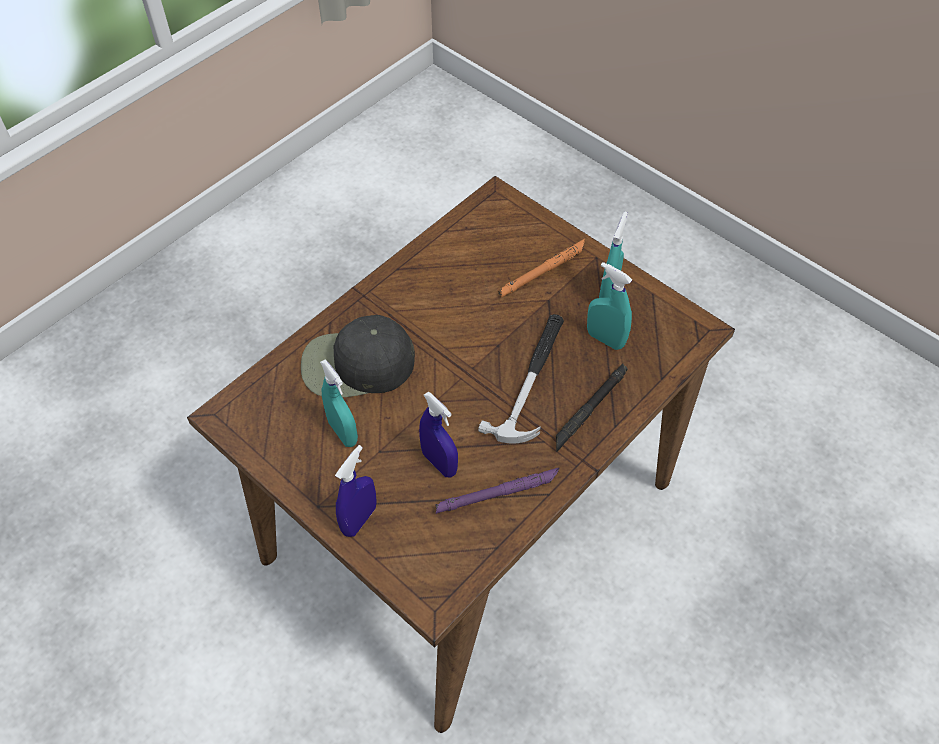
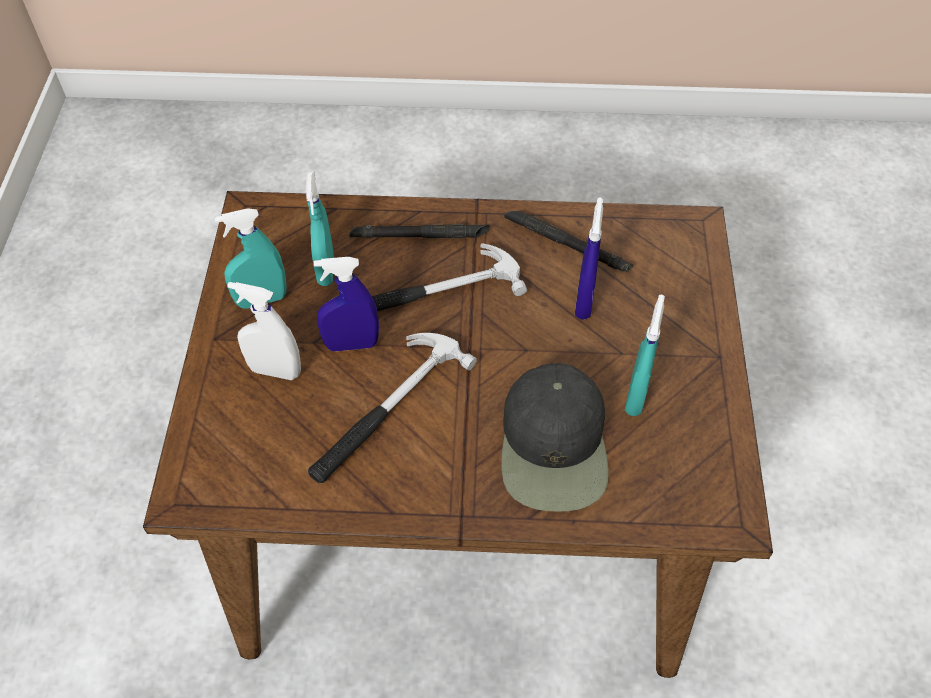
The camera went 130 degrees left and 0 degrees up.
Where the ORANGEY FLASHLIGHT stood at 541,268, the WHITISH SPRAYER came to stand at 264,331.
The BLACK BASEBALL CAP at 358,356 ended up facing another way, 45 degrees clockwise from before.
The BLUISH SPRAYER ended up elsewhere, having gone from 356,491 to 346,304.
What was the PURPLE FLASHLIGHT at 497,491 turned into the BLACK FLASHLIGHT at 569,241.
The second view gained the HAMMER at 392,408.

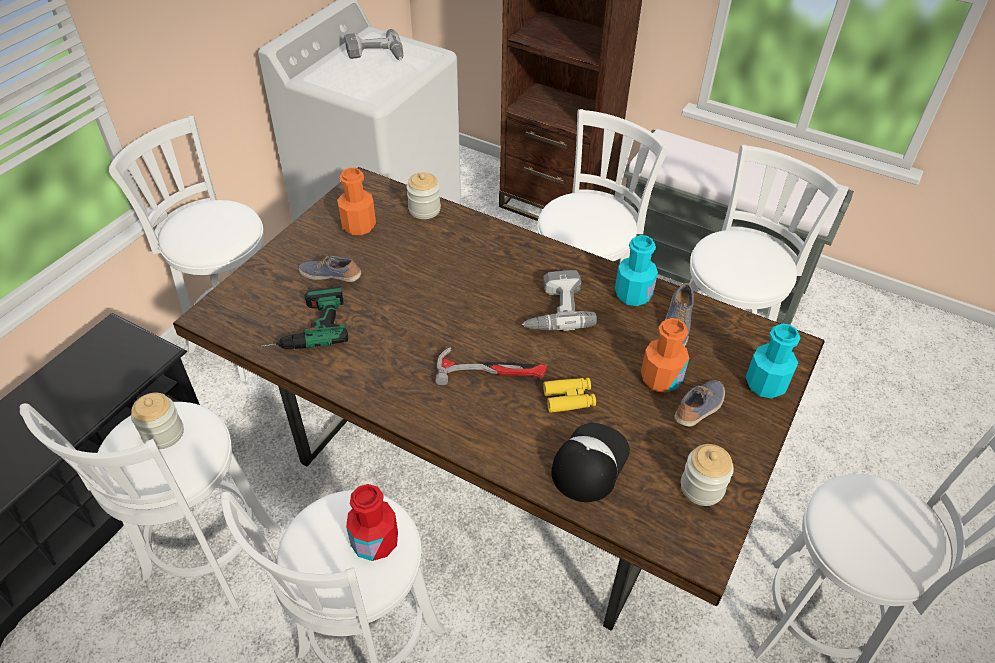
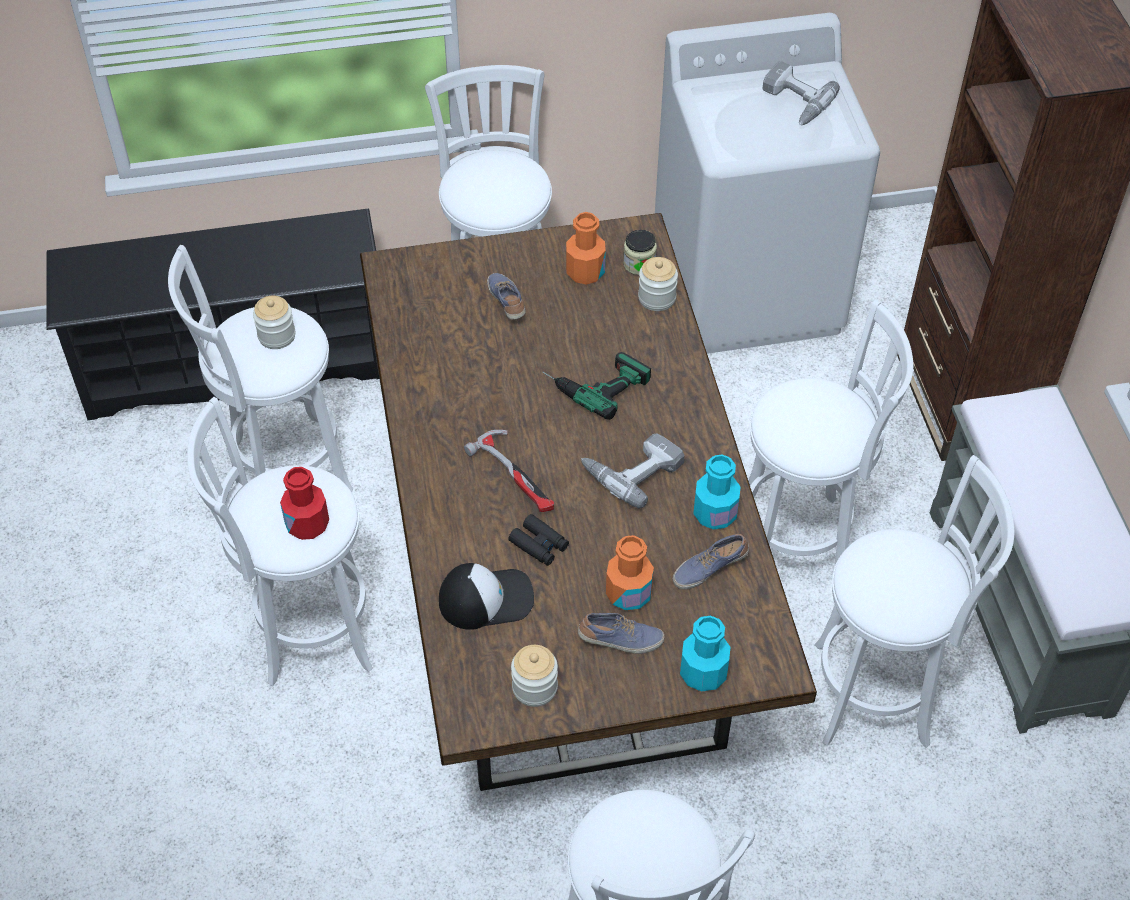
The camera went 50 degrees right and 5 degrees up.
The ELECTRIC DRILL ended up elsewhere, having gone from 304,318 to 597,386.
What was the YELLOWISH FIELD GLASSES at 569,395 turned into the BLACK FIELD GLASSES at 538,540.
The second view gained the STORAGE JAR at 640,252.

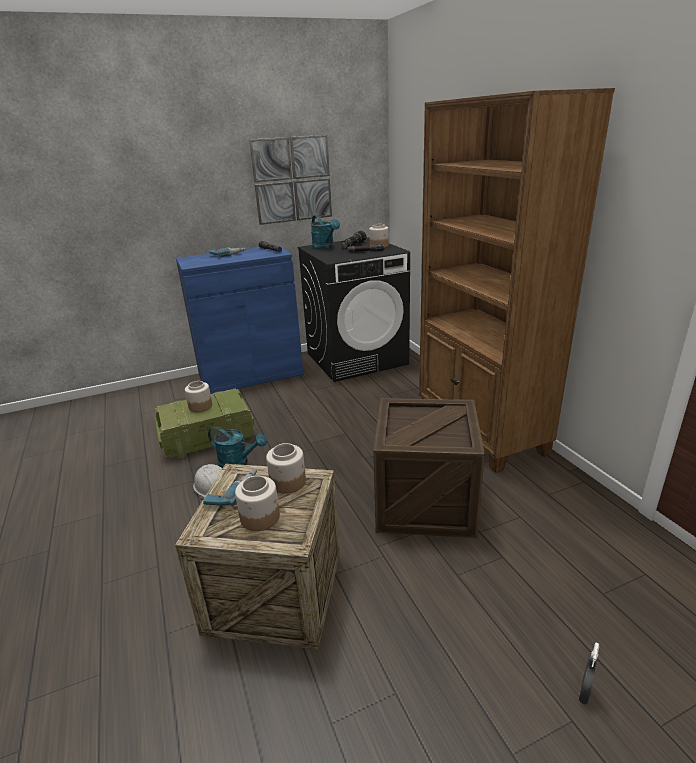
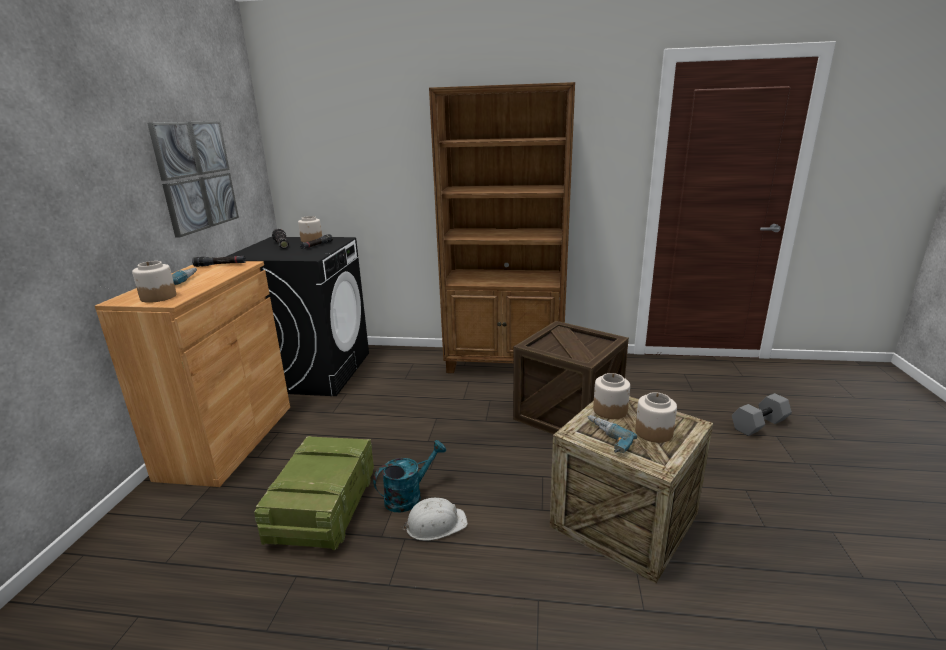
The camera went 60 degrees left and 5 degrees down.
The second view lost the TURQUOISE-COLOURED WATERING POT at 325,232.
What was the BLUISH CUPBOARD at 239,319 turned into the BROWNISH CUPBOARD at 192,374.
The STORAGE JAR ended up elsewhere, having gone from 198,396 to 154,282.
Where the GREY SPRAYER stood at 589,673, the GREY HAND WEIGHT came to stand at 762,414.

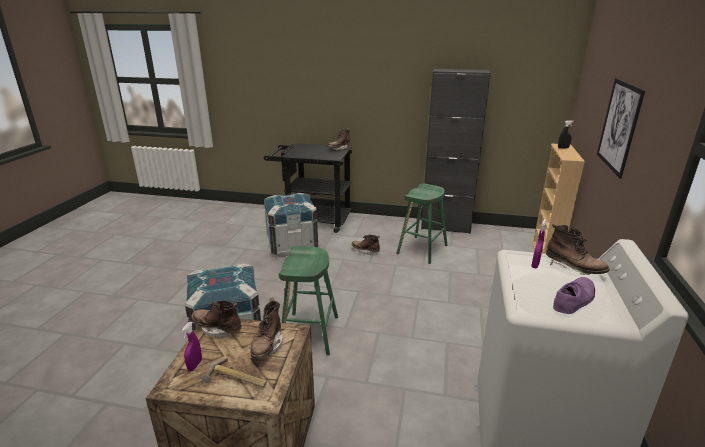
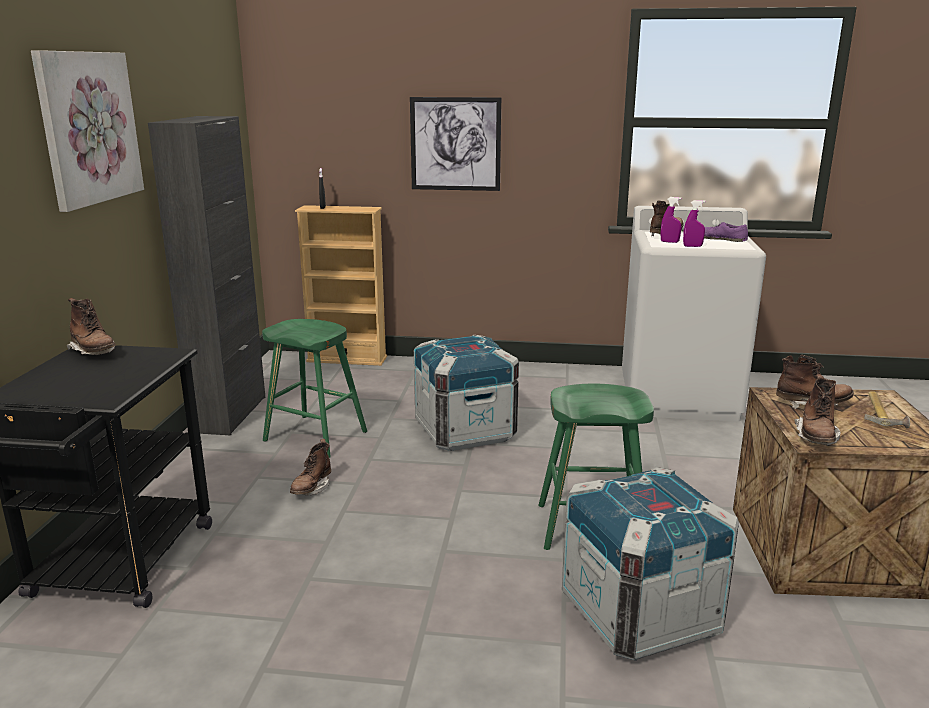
The camera went 95 degrees left and 5 degrees down.
The SHIPPING CRATE ended up elsewhere, having gone from 291,224 to 466,393.
The PURPLE SPRAYER ended up elsewhere, having gone from 191,346 to 694,223.
The second view gained the WALL PICTURE at 87,131.

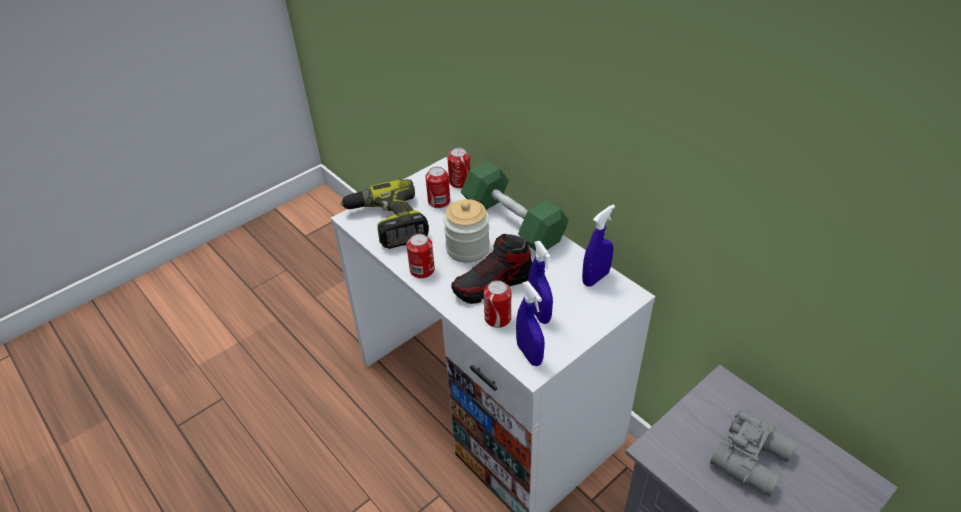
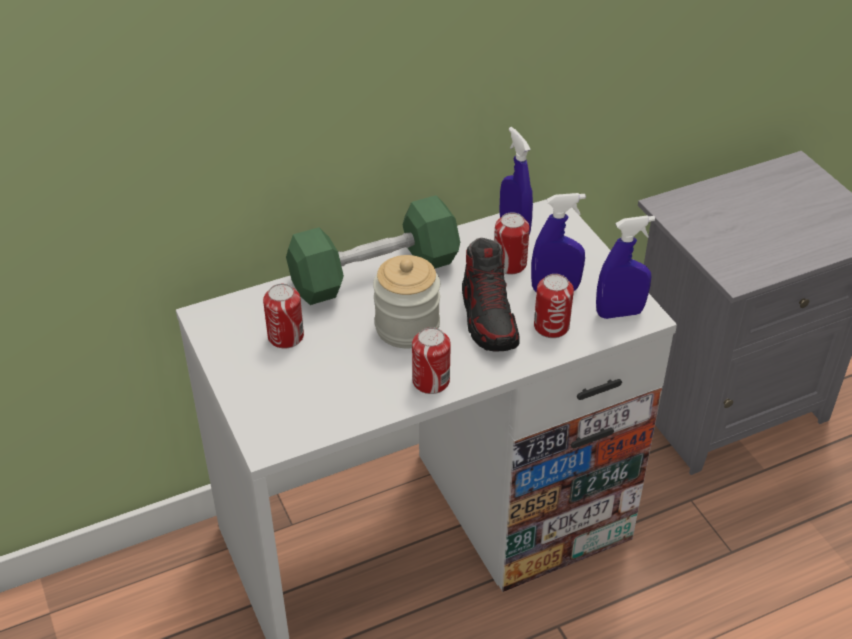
The camera went 75 degrees left and 0 degrees up.
The SEALED CAN ended up elsewhere, having gone from 458,168 to 512,244.
The second view lost the ELECTRIC DRILL at 384,214.
The second view lost the GREY FIELD GLASSES at 754,453.

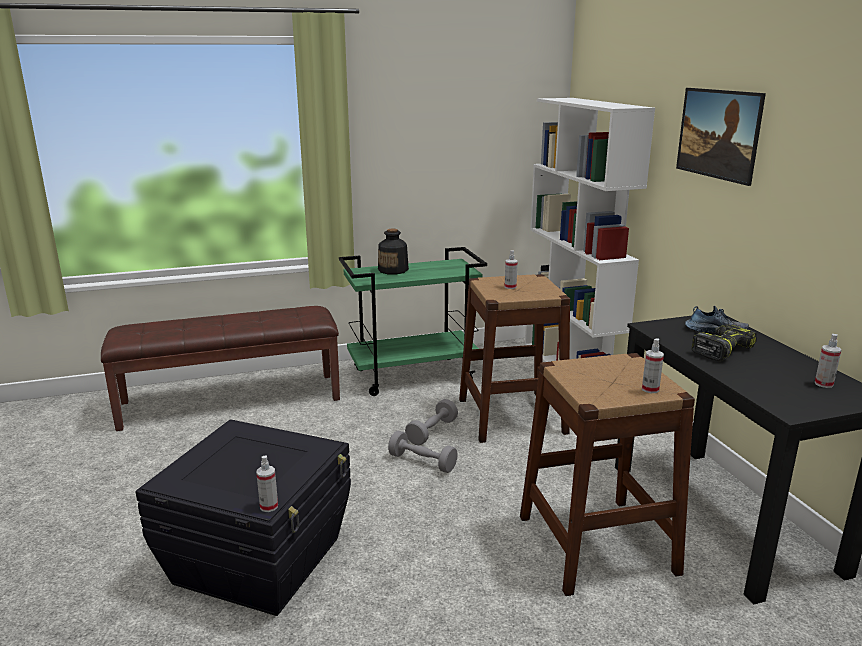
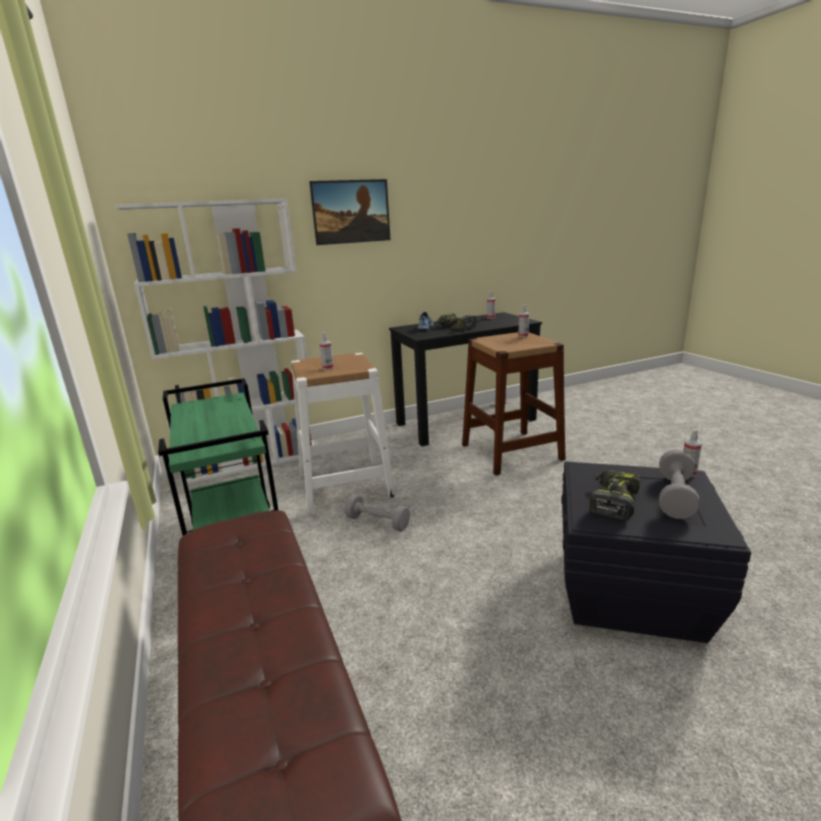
The camera went 95 degrees left and 0 degrees up.
The second view lost the BOTTLE at 393,251.
What was the BROWNISH STOOL SEAT at 514,358 turned into the WHITISH STOOL SEAT at 343,433.
The GREY HAND WEIGHT ended up elsewhere, having gone from 423,451 to 679,484.
The second view gained the ELECTRIC DRILL at 614,495.

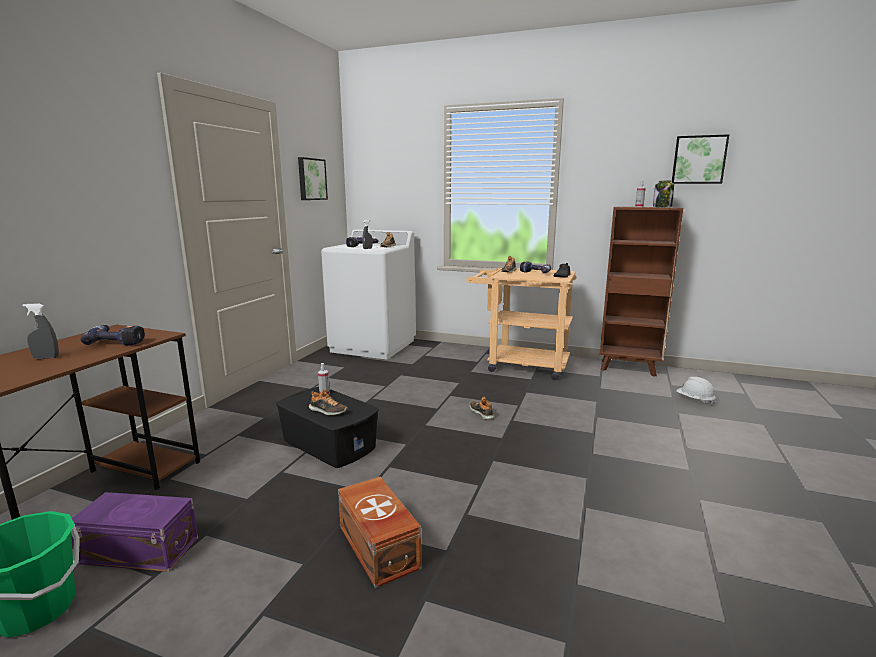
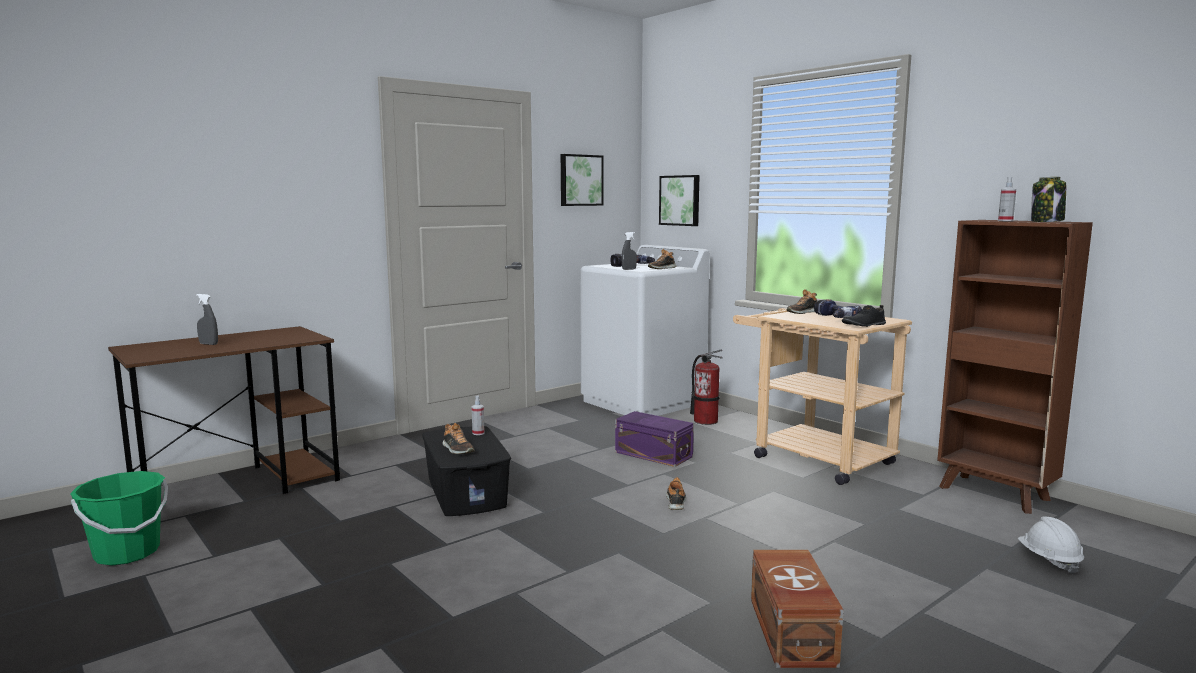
The camera went 30 degrees right and 5 degrees down.
The WALL PICTURE ended up elsewhere, having gone from 700,159 to 679,200.
The second view lost the ELECTRIC DRILL at 112,335.
The BROWNISH STORAGE BOX ended up elsewhere, having gone from 380,532 to 797,609.
The PURPLE STORAGE BOX ended up elsewhere, having gone from 134,532 to 654,439.
The second view gained the EXTINGUISHER at 706,387.

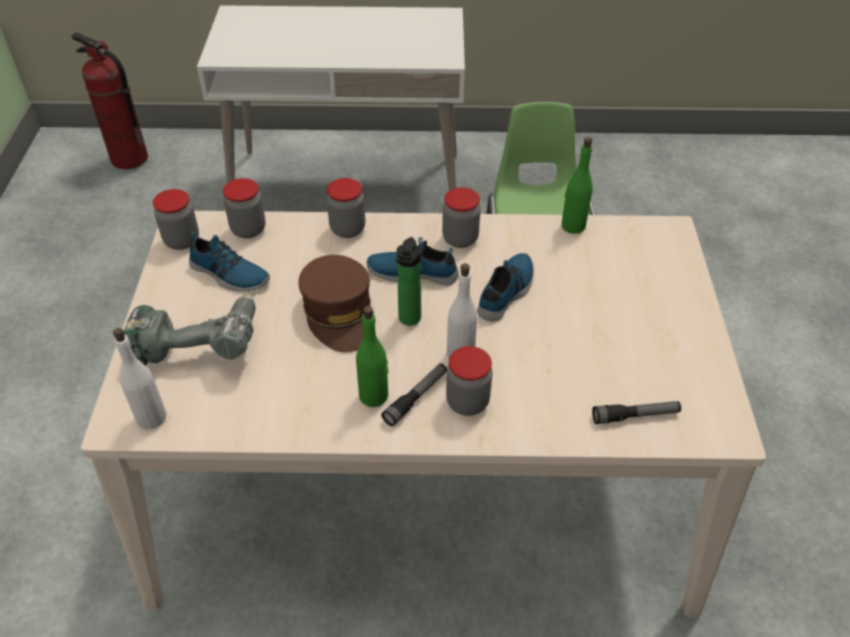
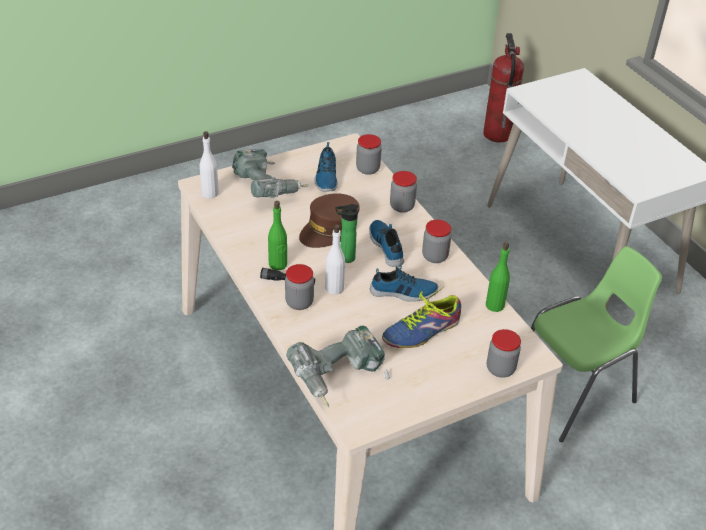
The camera went 60 degrees right and 5 degrees down.
The STORAGE JAR ended up elsewhere, having gone from 176,219 to 504,353.
Where the FLASHLIGHT stood at 636,412, the ELECTRIC DRILL came to stand at 338,367.
The second view gained the SHOE at 421,317.

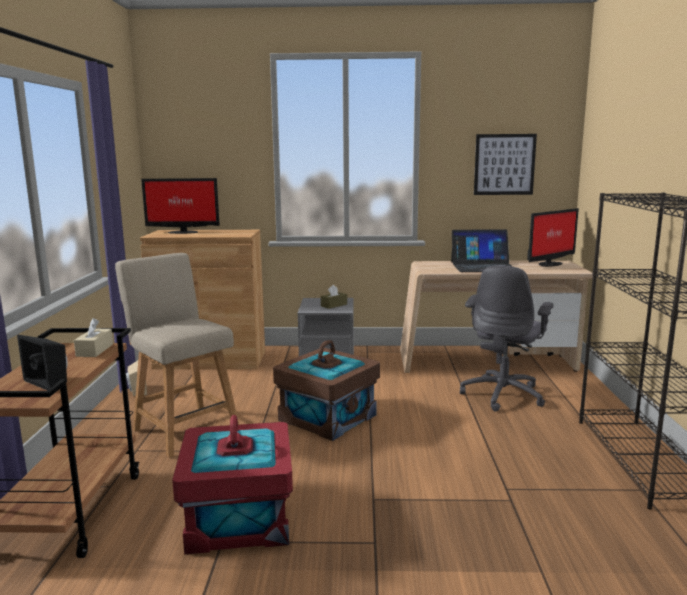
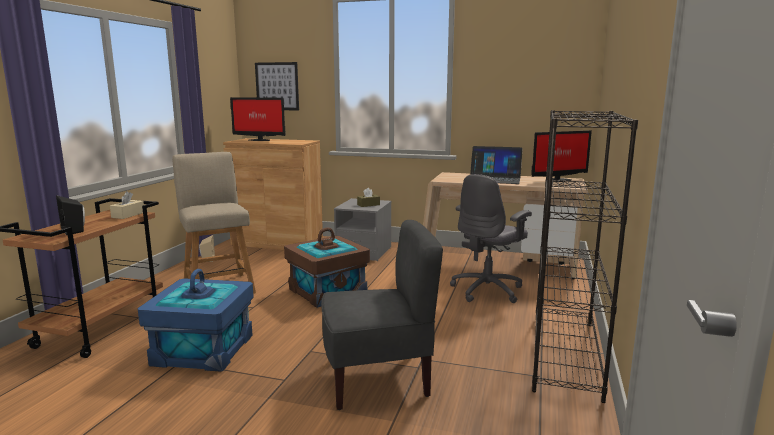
The camera went 15 degrees right and 0 degrees up.
The WALL PICTURE ended up elsewhere, having gone from 505,164 to 277,86.
What was the REDDISH STORAGE BOX at 232,484 turned into the BLUISH STORAGE BOX at 196,320.
The second view gained the GREY UPRIGHT CHAIR at 382,315.

